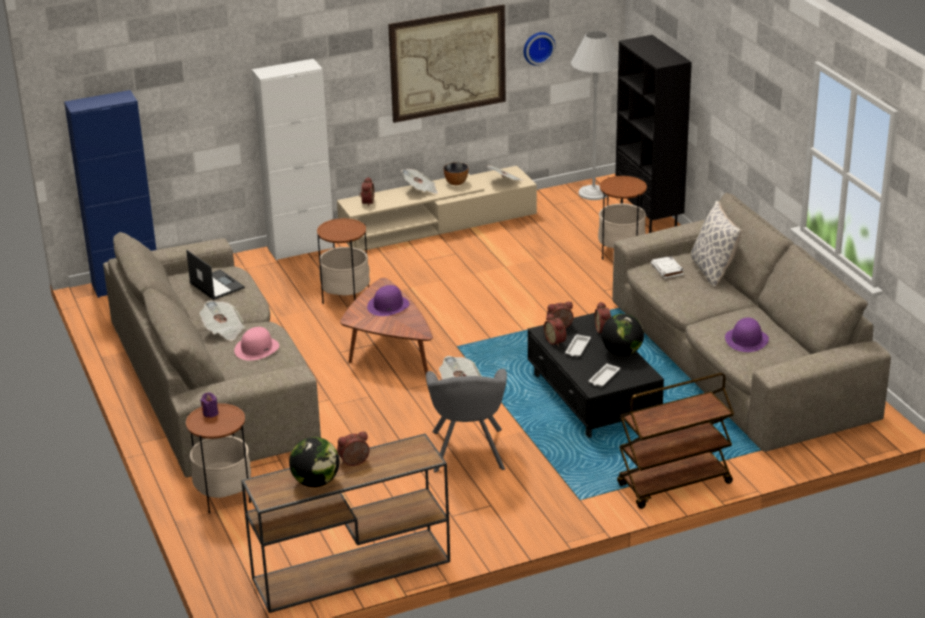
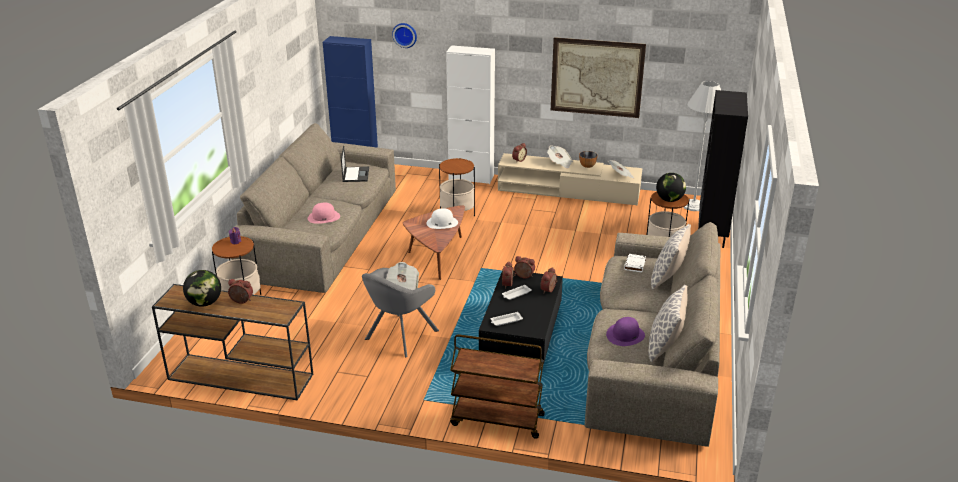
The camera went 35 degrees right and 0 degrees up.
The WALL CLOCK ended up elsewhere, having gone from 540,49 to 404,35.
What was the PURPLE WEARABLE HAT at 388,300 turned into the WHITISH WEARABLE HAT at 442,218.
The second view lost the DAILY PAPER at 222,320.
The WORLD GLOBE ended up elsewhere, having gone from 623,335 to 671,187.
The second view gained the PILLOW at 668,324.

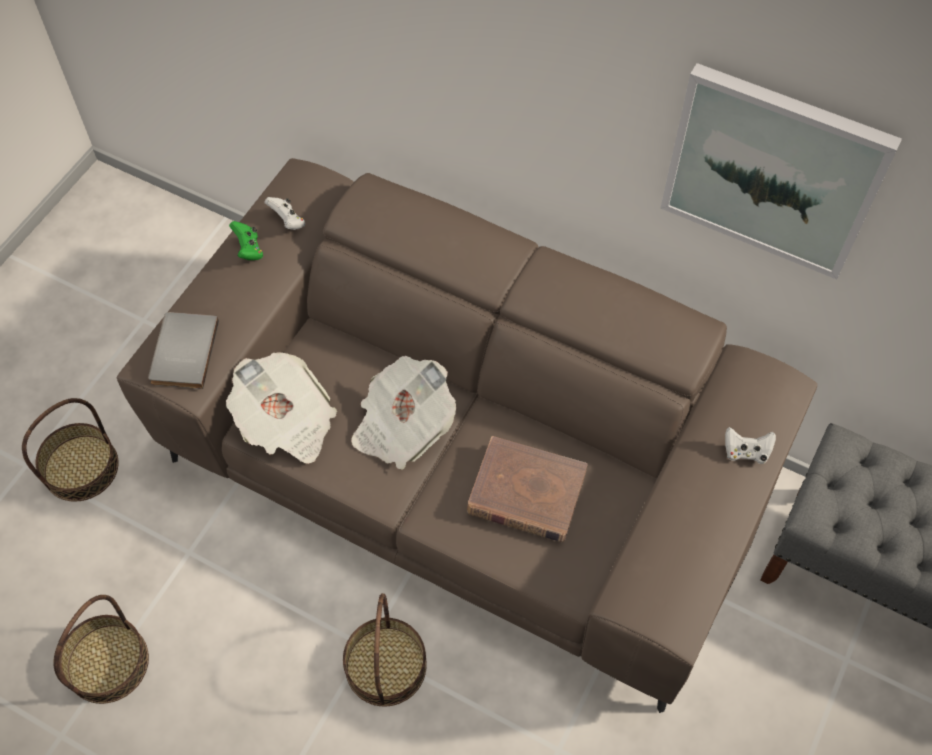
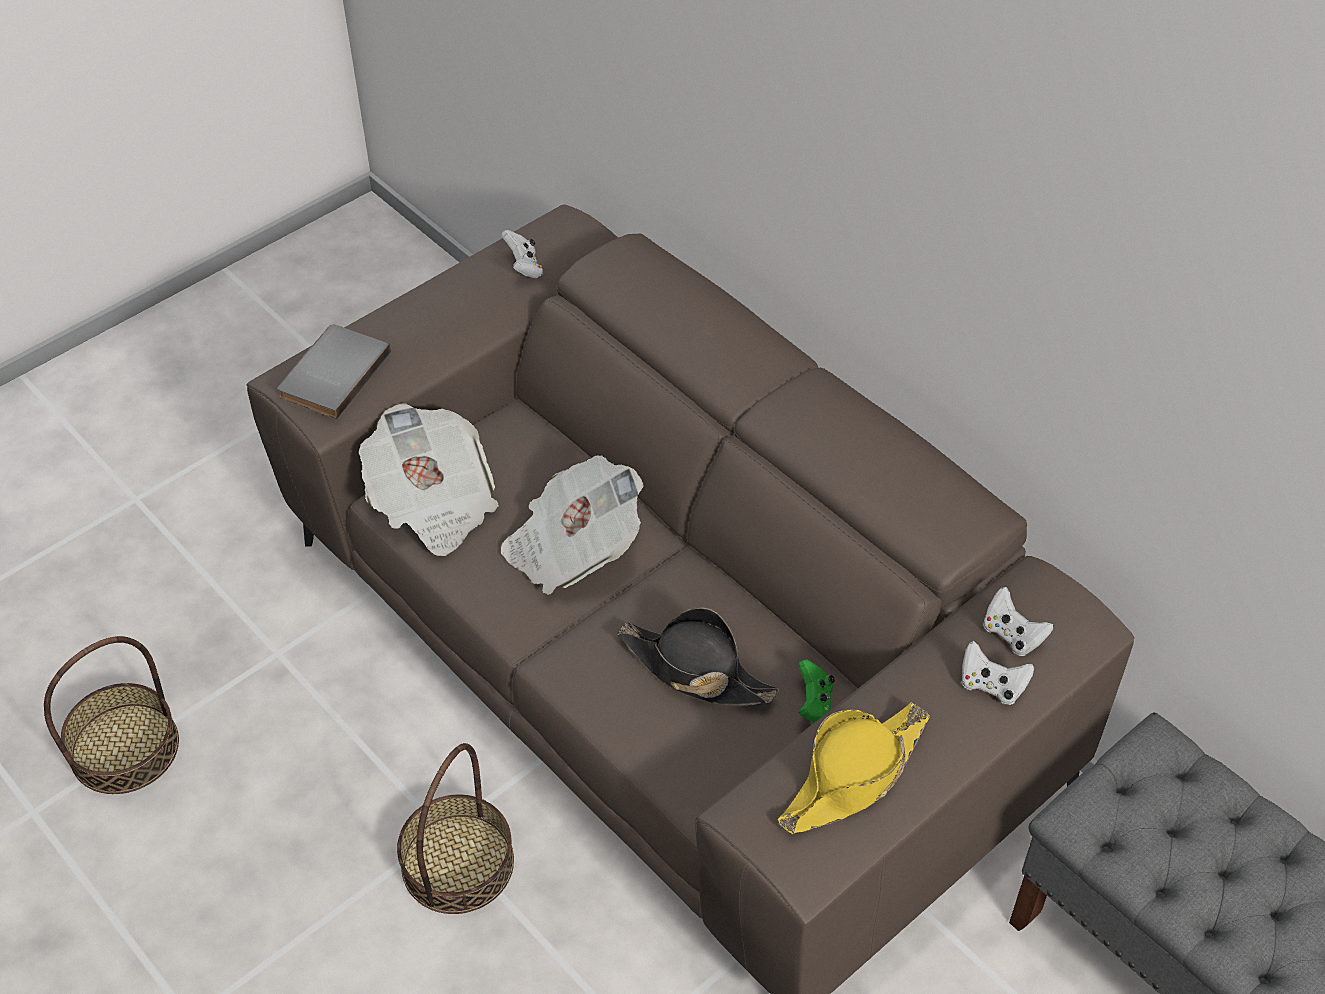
The camera went 20 degrees right and 10 degrees down.
The second view lost the WALL PICTURE at 781,171.
The GREEN-COLOURED GAMEPAD ended up elsewhere, having gone from 246,240 to 816,690.
The second view lost the HOUSEHOLD BASKET at 70,450.
Where the BROWNISH BOUND BOOK stood at 527,489, the BLACK WEARABLE HAT came to stand at 698,657.
The second view gained the WHITISH GAMEPAD at 1018,621.
The second view gained the YELLOWISH WEARABLE HAT at 854,768.

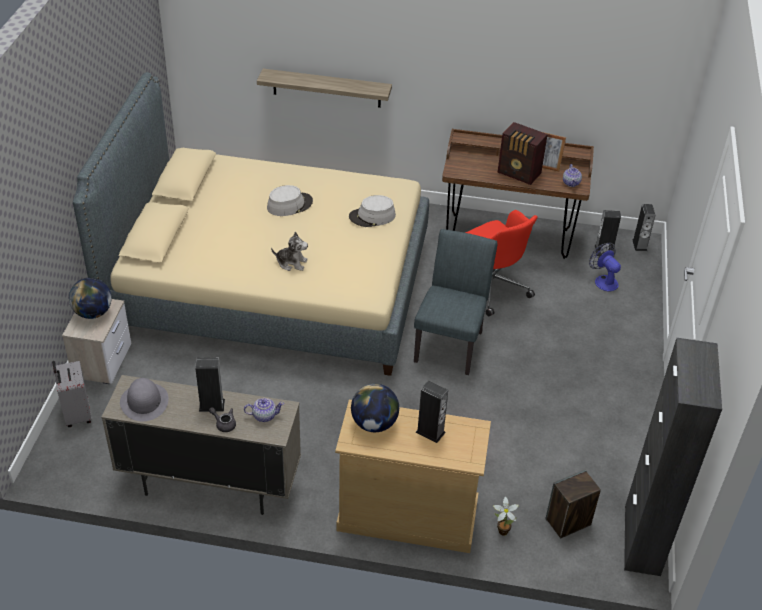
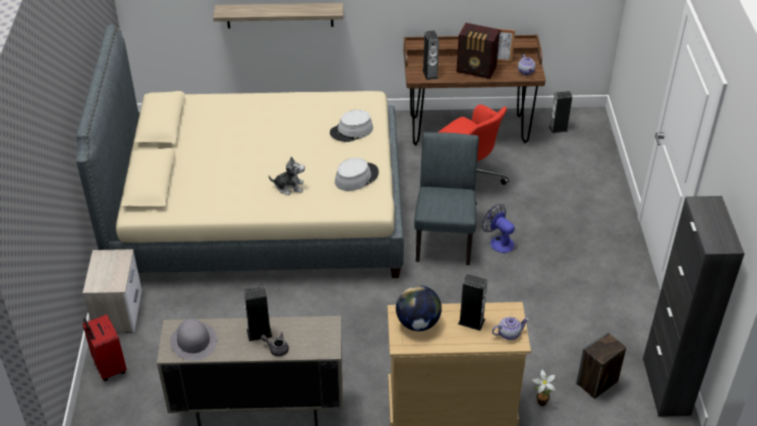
The camera went 10 degrees left and 0 degrees up.
The GREY WEARABLE HAT ended up elsewhere, having gone from 290,200 to 357,174.
The LOUDSPEAKER ended up elsewhere, having gone from 643,227 to 430,55.
The FAN ended up elsewhere, having gone from 605,267 to 498,228.
The second view lost the WORLD GLOBE at 90,298.
What was the GREY SUITCASE at 72,394 turned into the REDDISH SUITCASE at 105,347.
The POT FOR TEA ended up elsewhere, having gone from 264,410 to 510,328.

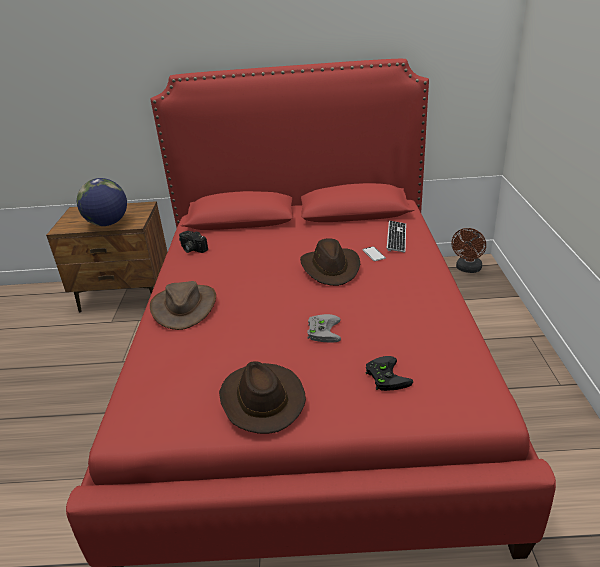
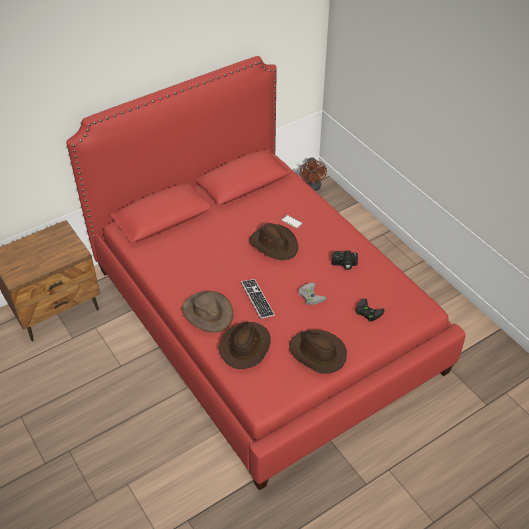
The camera went 35 degrees left and 15 degrees up.
The second view lost the WORLD GLOBE at 102,202.
The COMPUTER KEYBOARD ended up elsewhere, having gone from 396,236 to 258,299.
The PHOTO CAMERA ended up elsewhere, having gone from 193,242 to 345,260.
The second view gained the BROWNISH WEARABLE HAT at 245,345.

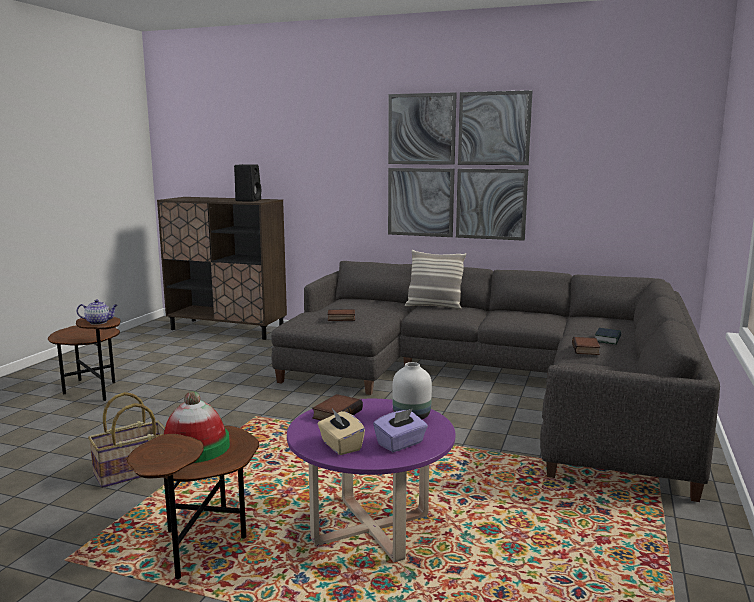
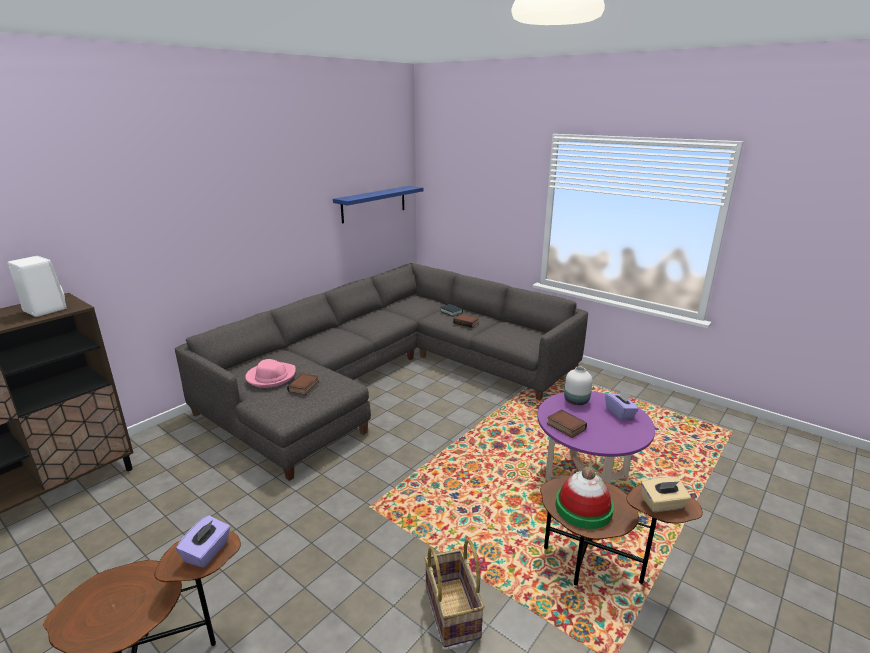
The camera went 70 degrees left and 10 degrees up.
The second view lost the WALL PICTURE at 460,165.
What was the BLACK LOUDSPEAKER at 247,183 turned into the WHITISH LOUDSPEAKER at 37,286.
The second view lost the PILLOW at 435,279.
Where the POT FOR TEA stood at 97,312, the PURPLE TISSUE HOLDER came to stand at 203,541.
The BEIGE-COLOURED TISSUE HOLDER ended up elsewhere, having gone from 341,432 to 666,494.
The second view gained the BLUISH WALL SHELF at 378,204.
The second view gained the PINKISH WEARABLE HAT at 270,373.

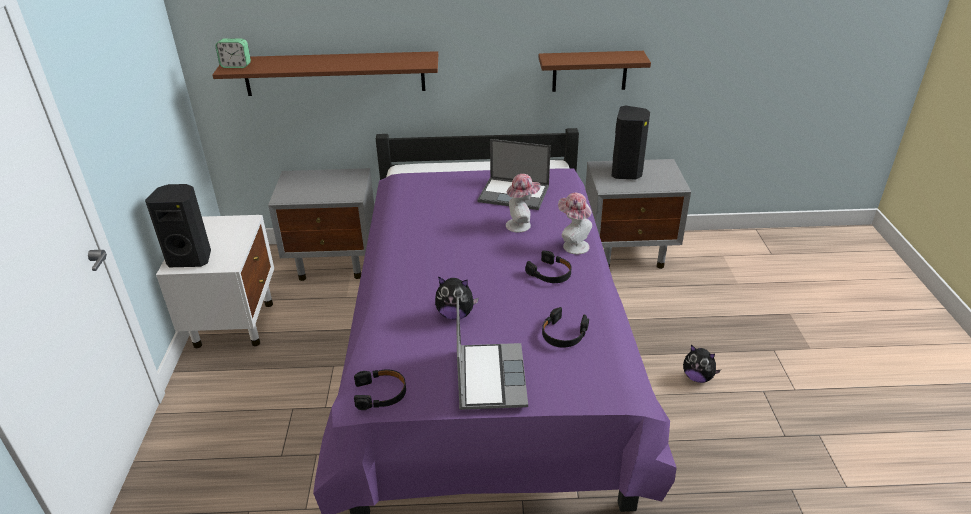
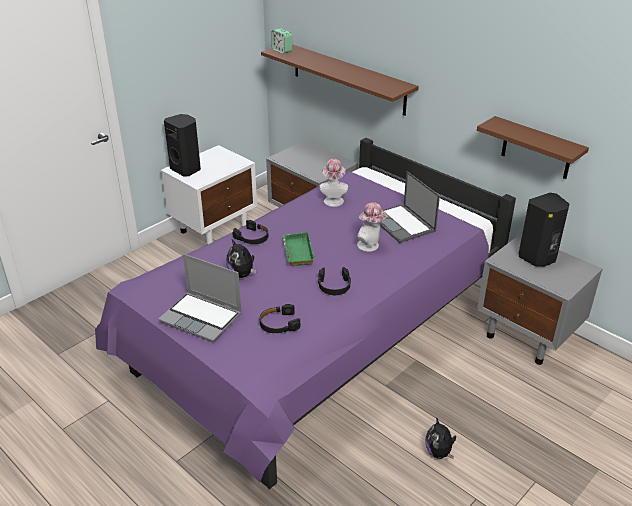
The camera went 45 degrees right and 0 degrees up.
The WEARABLE HAT ended up elsewhere, having gone from 575,223 to 333,183.
The NOTEBOOK COMPUTER at 492,353 ended up facing another way, 75 degrees clockwise from before.
The BLACK HEADSET ended up elsewhere, having gone from 380,389 to 250,232.
The second view gained the GREEN-COLOURED CARRYING TRAY at 298,249.

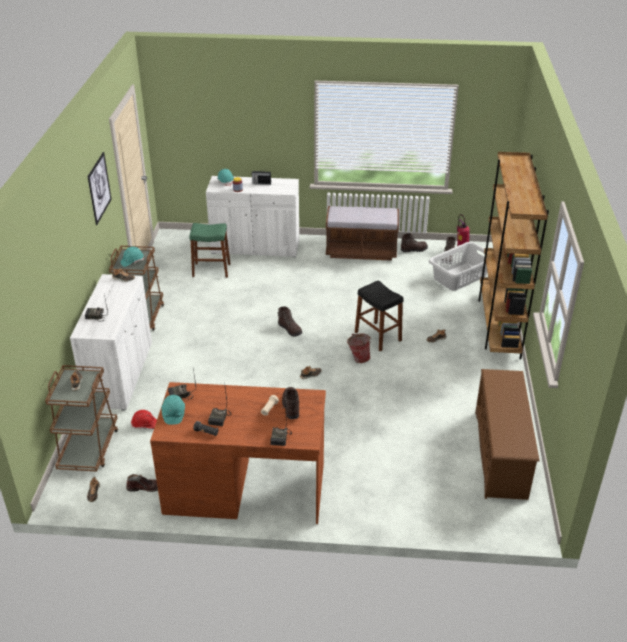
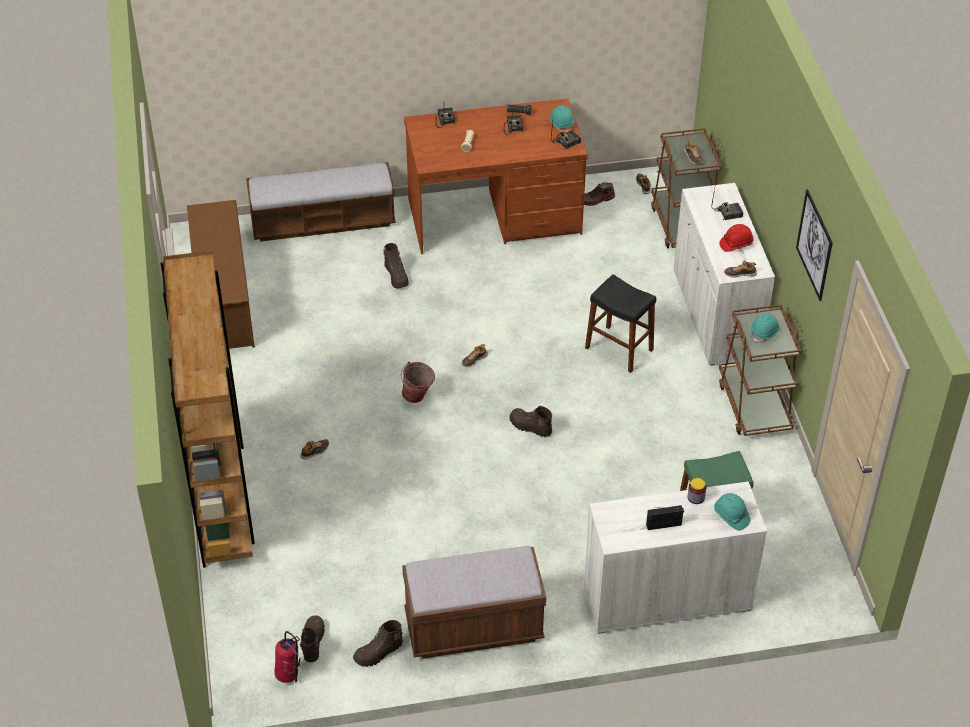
The camera went 165 degrees right and 10 degrees up.
The second view lost the GREY WASHING BASKET at 458,266.
The BLACK STOOL SEAT ended up elsewhere, having gone from 379,316 to 620,323.
The BROWNISH BOOT ended up elsewhere, having gone from 290,403 to 396,266.
The REDDISH WORK HELMET ended up elsewhere, having gone from 144,419 to 736,238.
The second view gained the BENCH at 321,202.

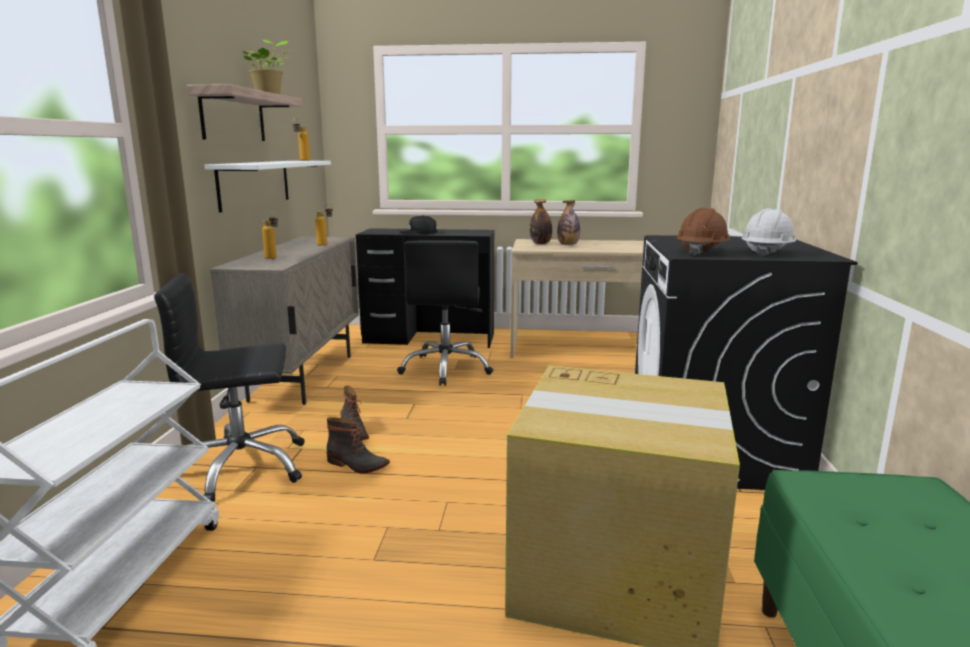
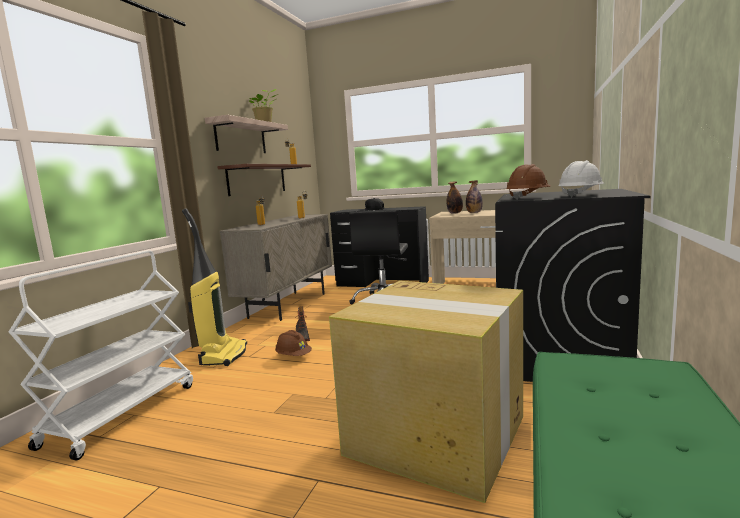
The camera went 15 degrees right and 5 degrees down.
What was the WHITISH WALL SHELF at 267,187 turned into the BROWNISH WALL SHELF at 264,180.
Where the BLACK COMPUTER CHAIR stood at 229,387, the VACUUM CLEANER came to stand at 214,287.
Where the BOOT stood at 358,445, the BROWNISH WORK HELMET came to stand at 293,343.

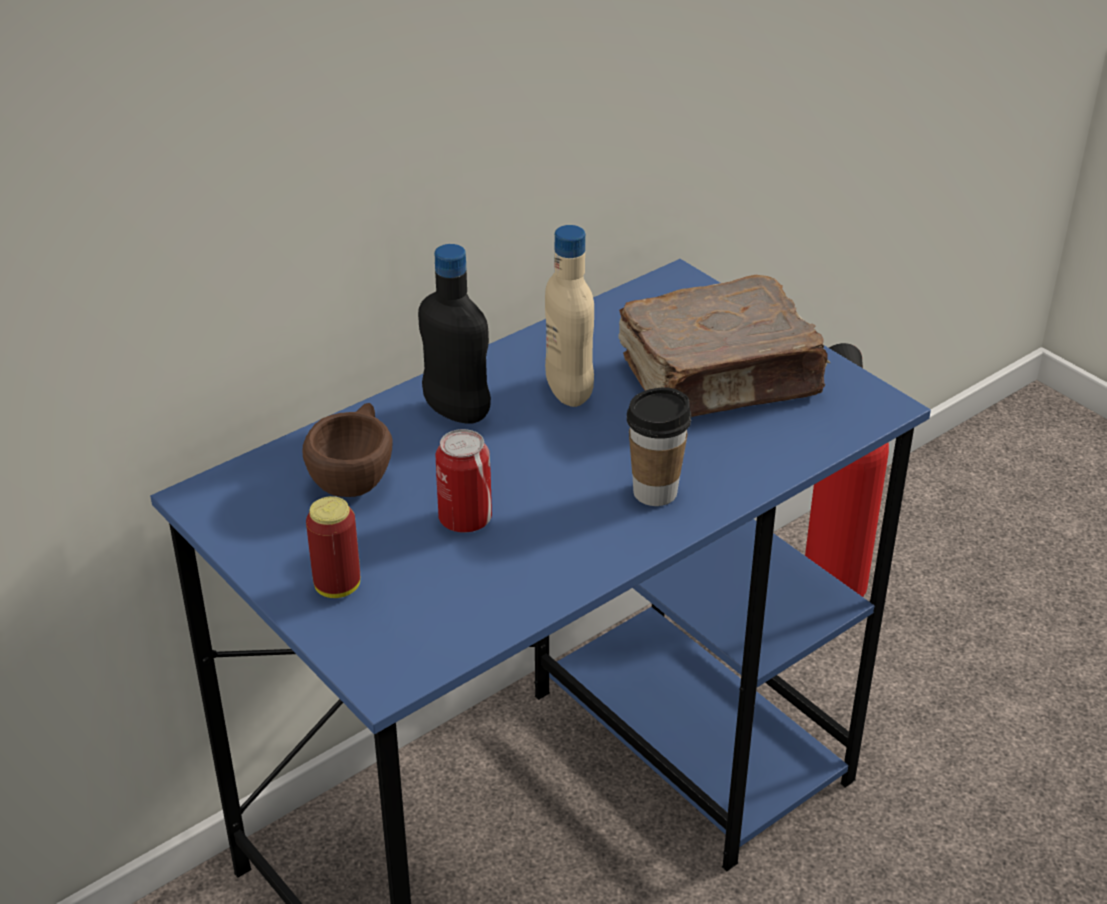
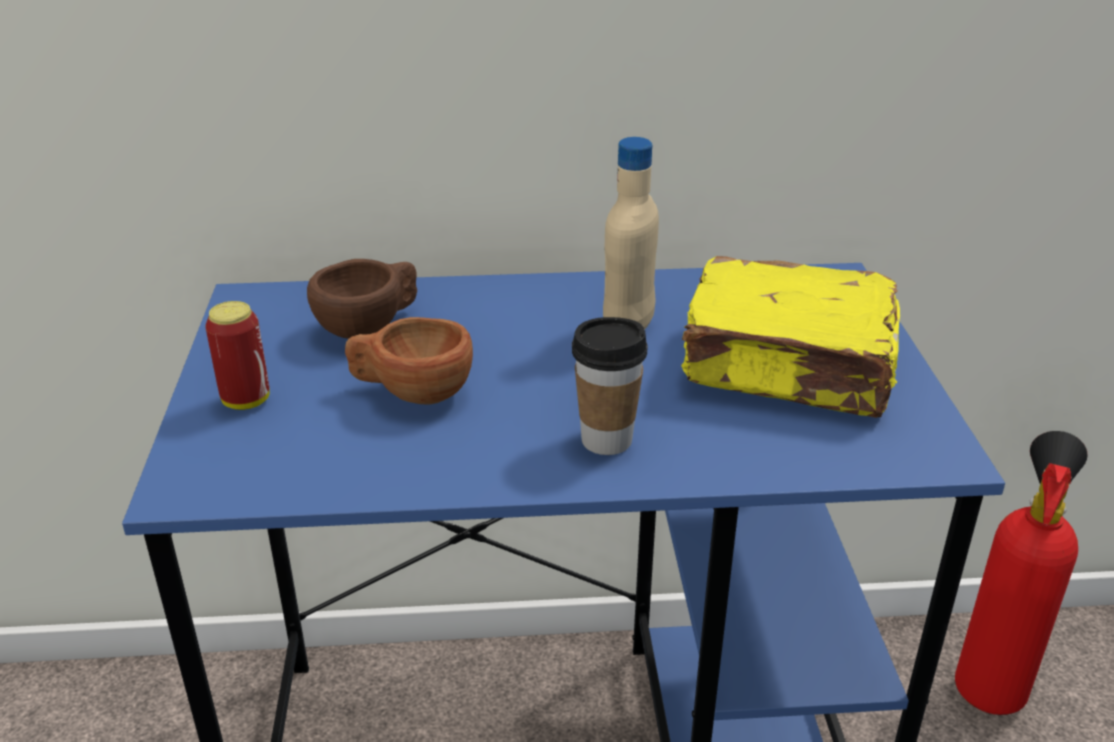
The camera went 35 degrees right and 5 degrees down.
The second view lost the BLACK BOTTLE at 454,334.
What was the BROWNISH BOUND BOOK at 724,346 turned into the YELLOWISH BOUND BOOK at 790,337.
Where the SEALED CAN stood at 463,480, the BROWNISH SMALL CUP came to stand at 409,361.

